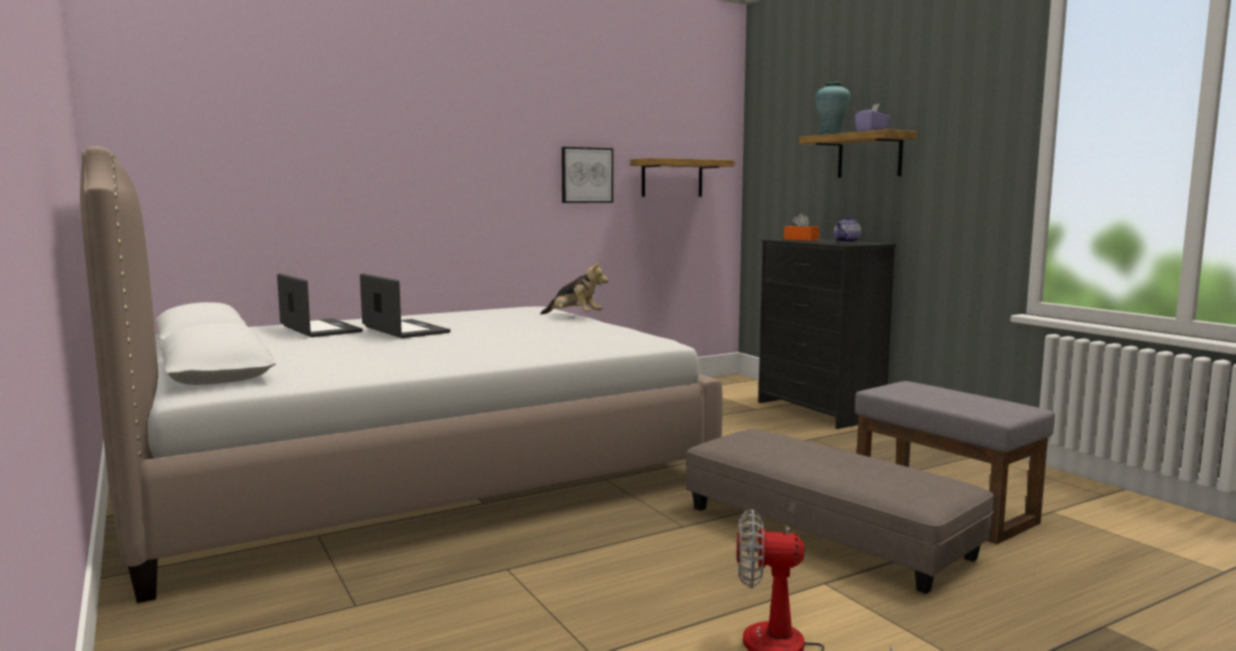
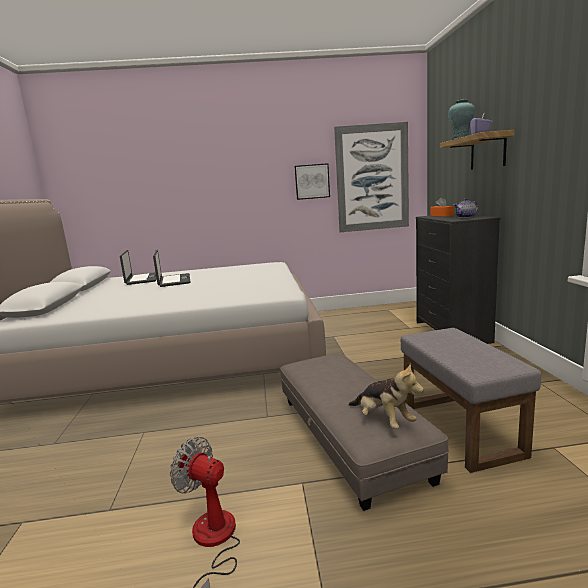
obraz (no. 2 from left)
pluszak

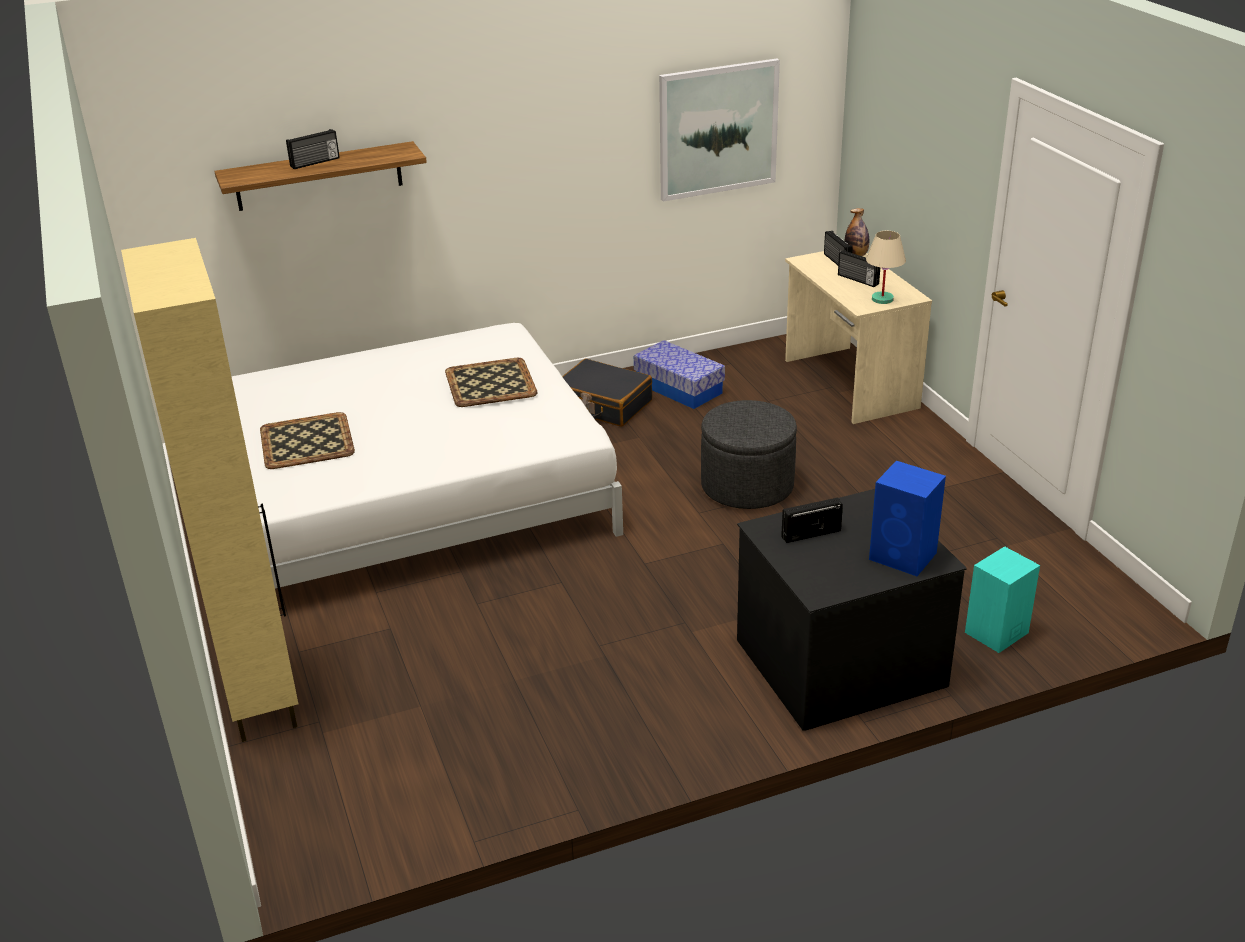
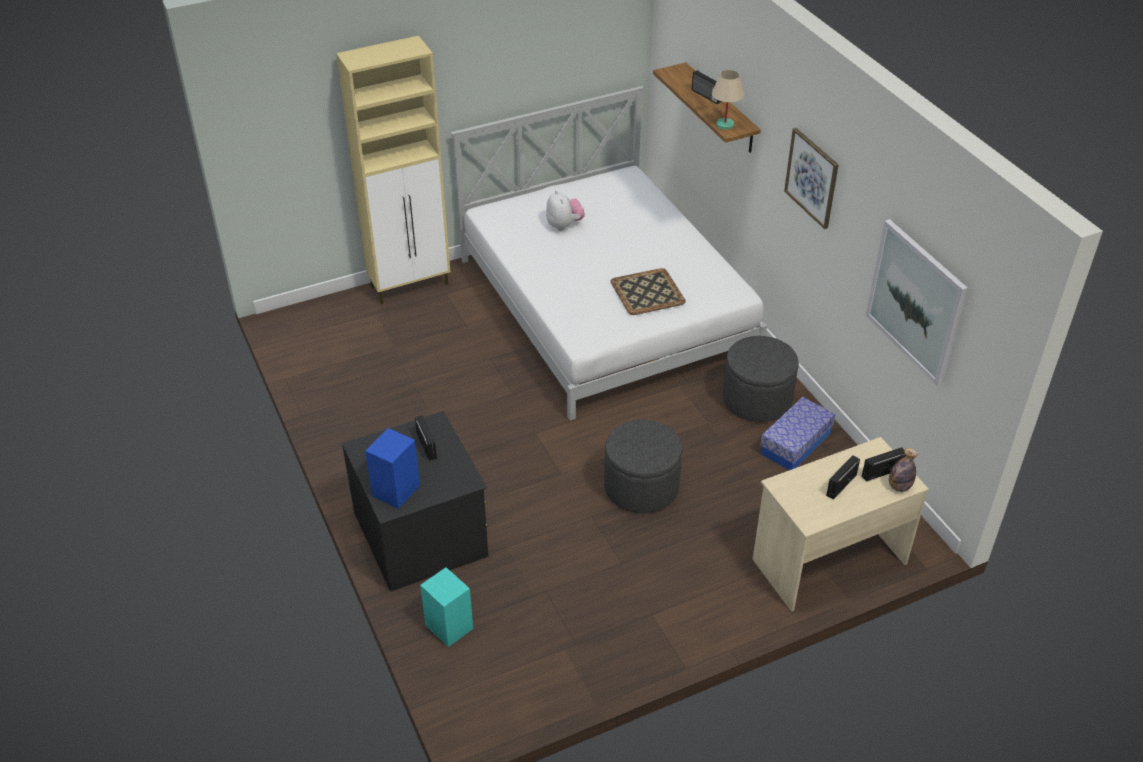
pluszak
lampa stołowa/beżowy
pufa/szary (no. 2 from left)
obraz (no. 1 from left)

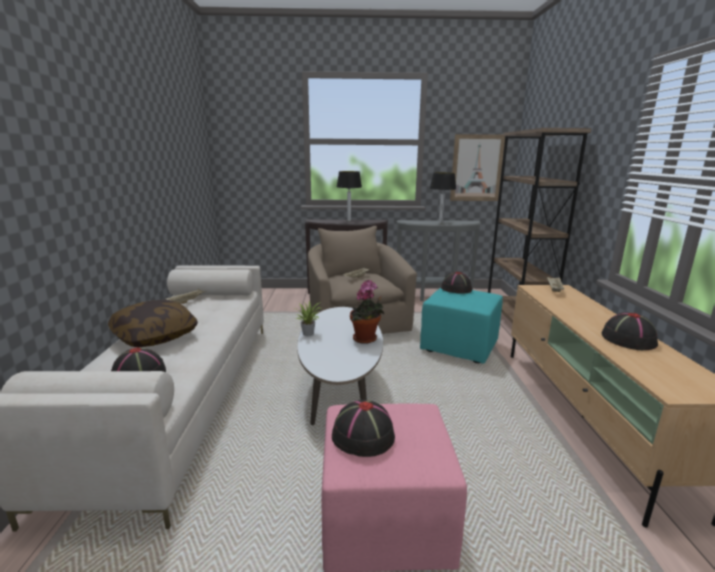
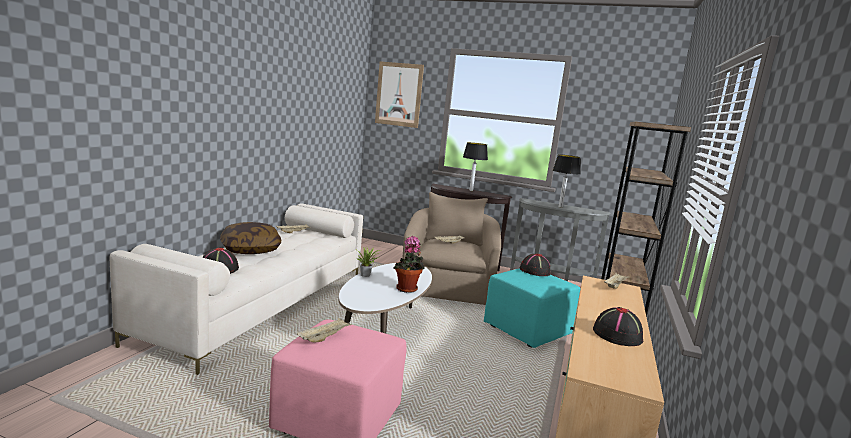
taca/beżowy (no. 2 from left)
obraz

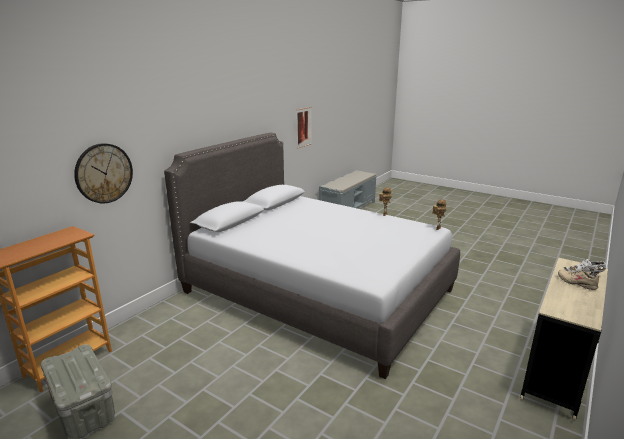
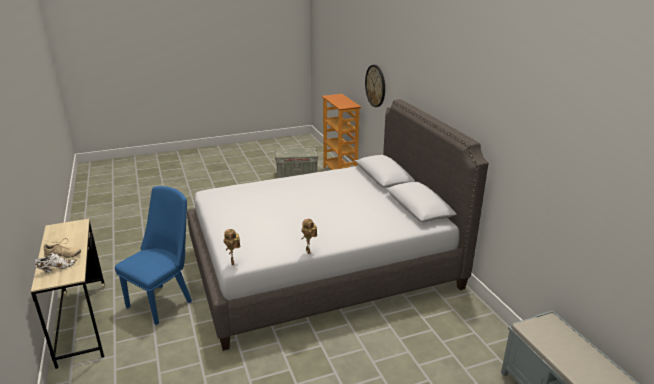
krzesło/niebieski
obraz

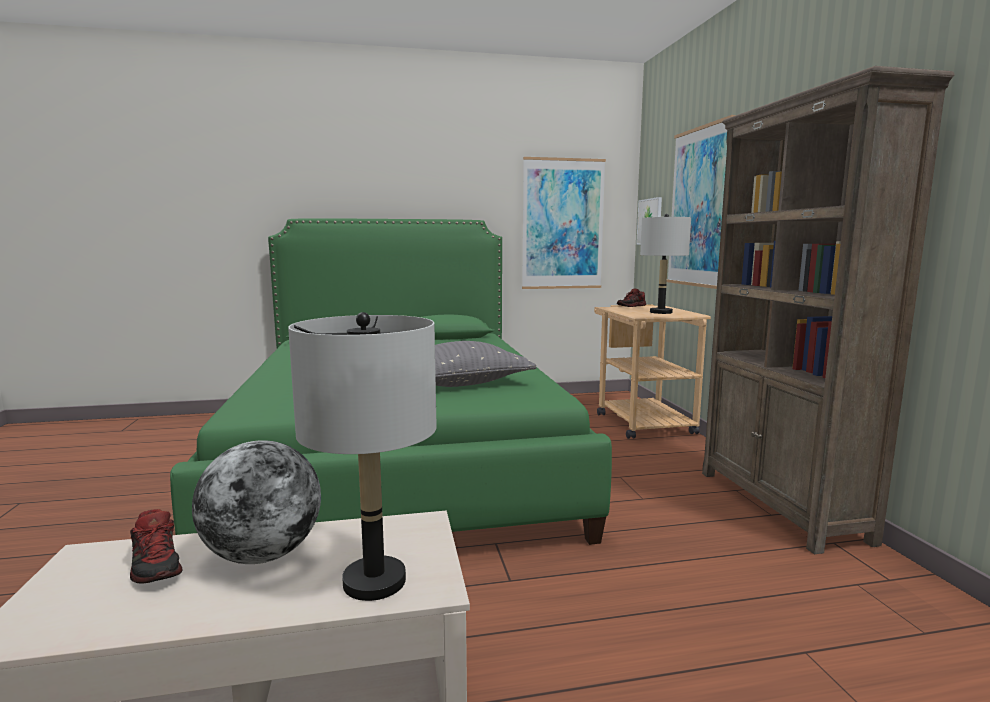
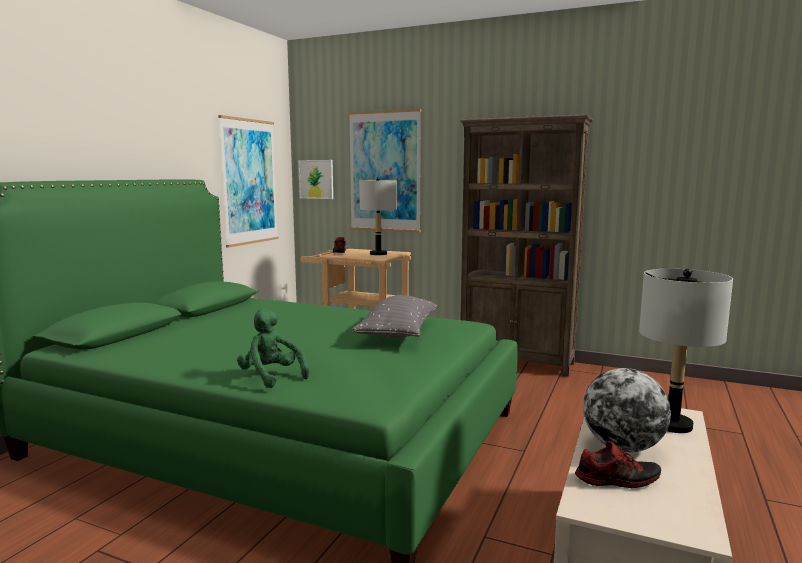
pluszak/zielony

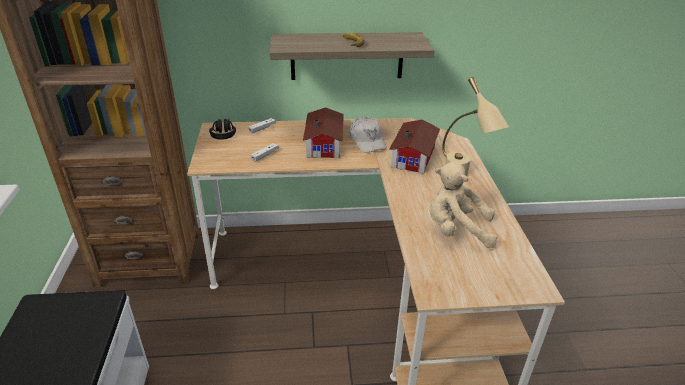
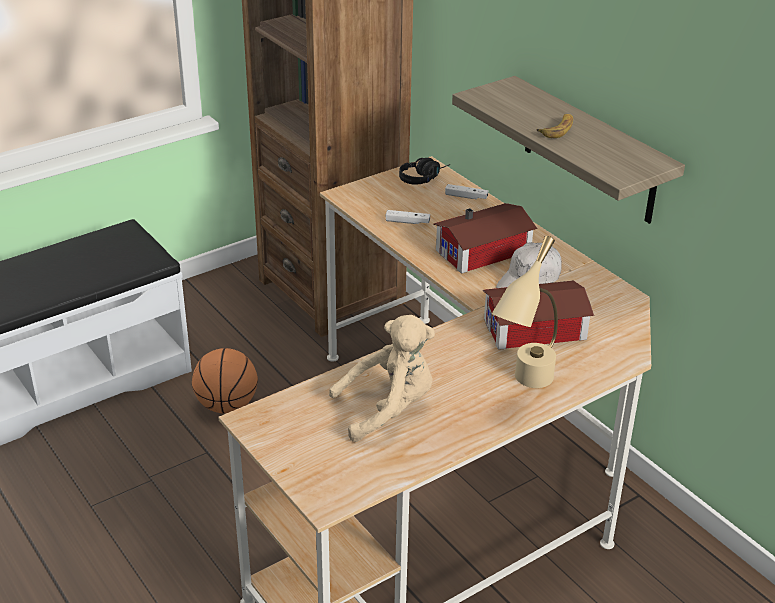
piłka do koszykówki
pluszak/beżowy

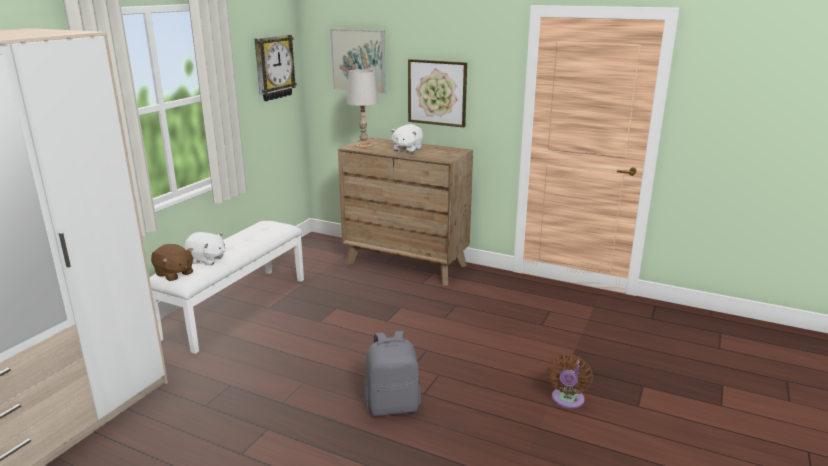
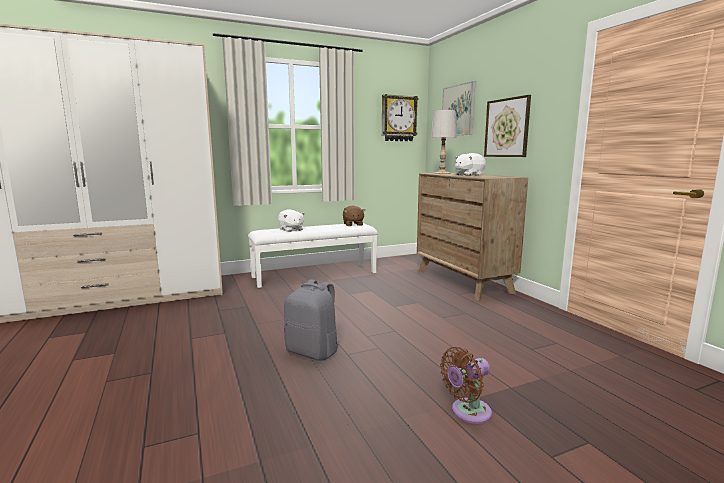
pluszak/brązowy

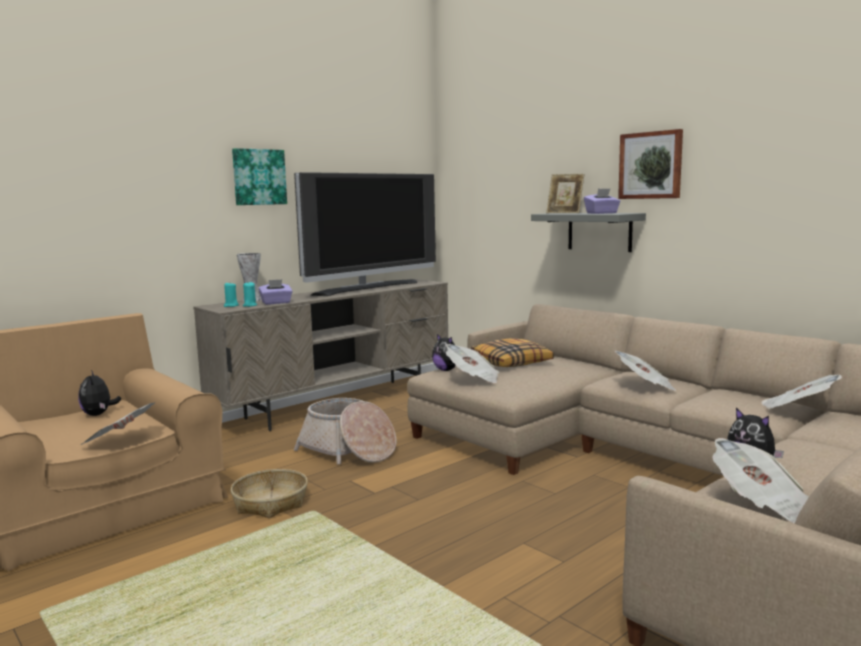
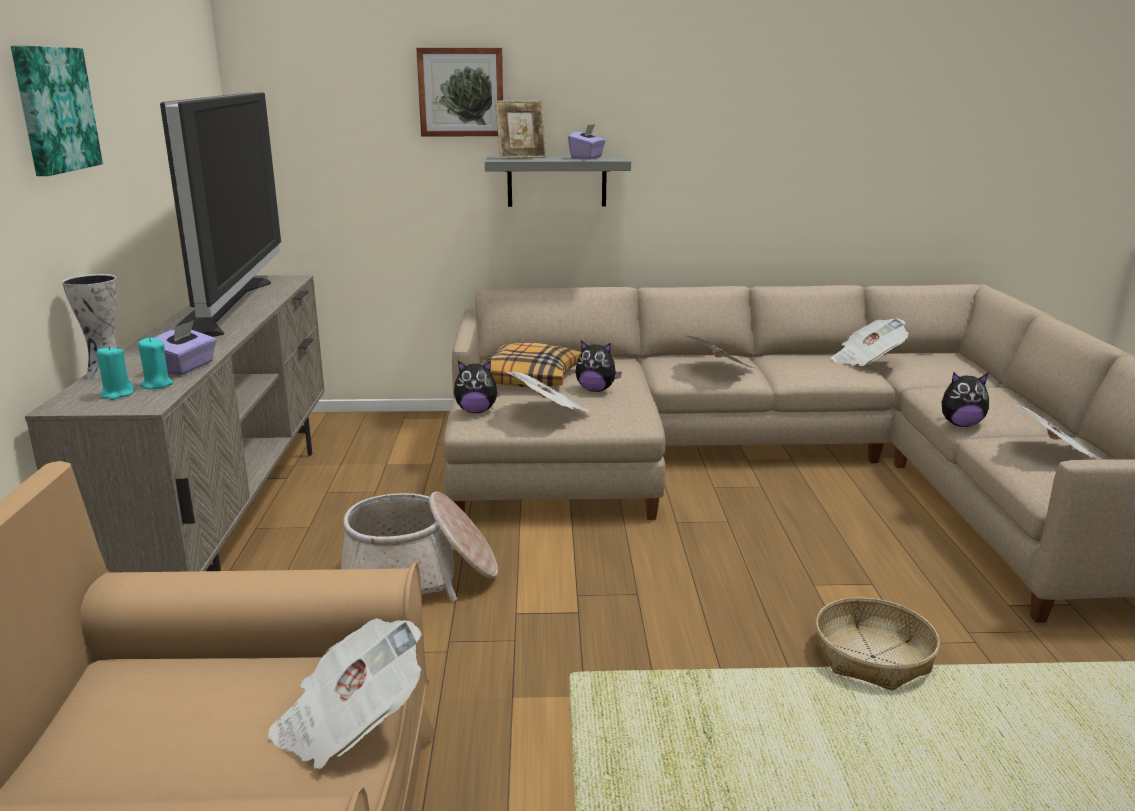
obraz (no. 2 from left)
pluszak (no. 2 from left)
koszyk (no. 2 from left)

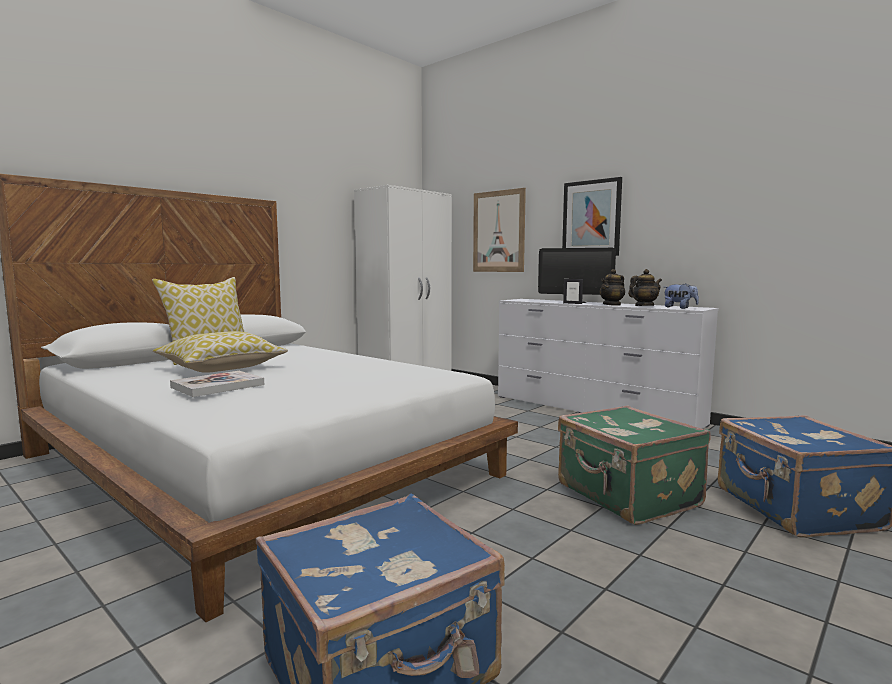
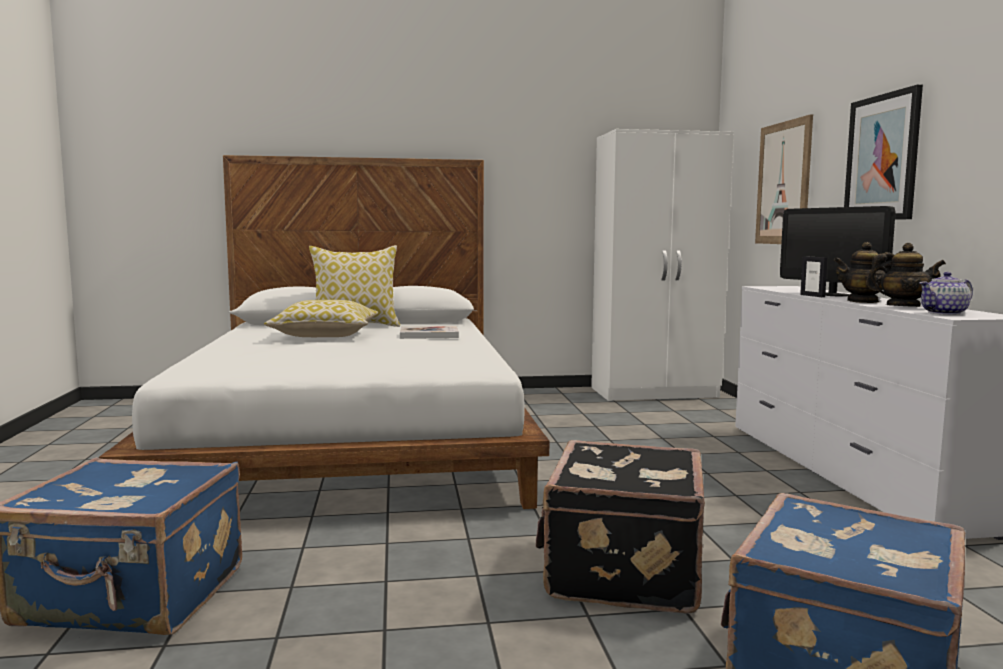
książka
walizka/czarny
imbryk (no. 3 from left)

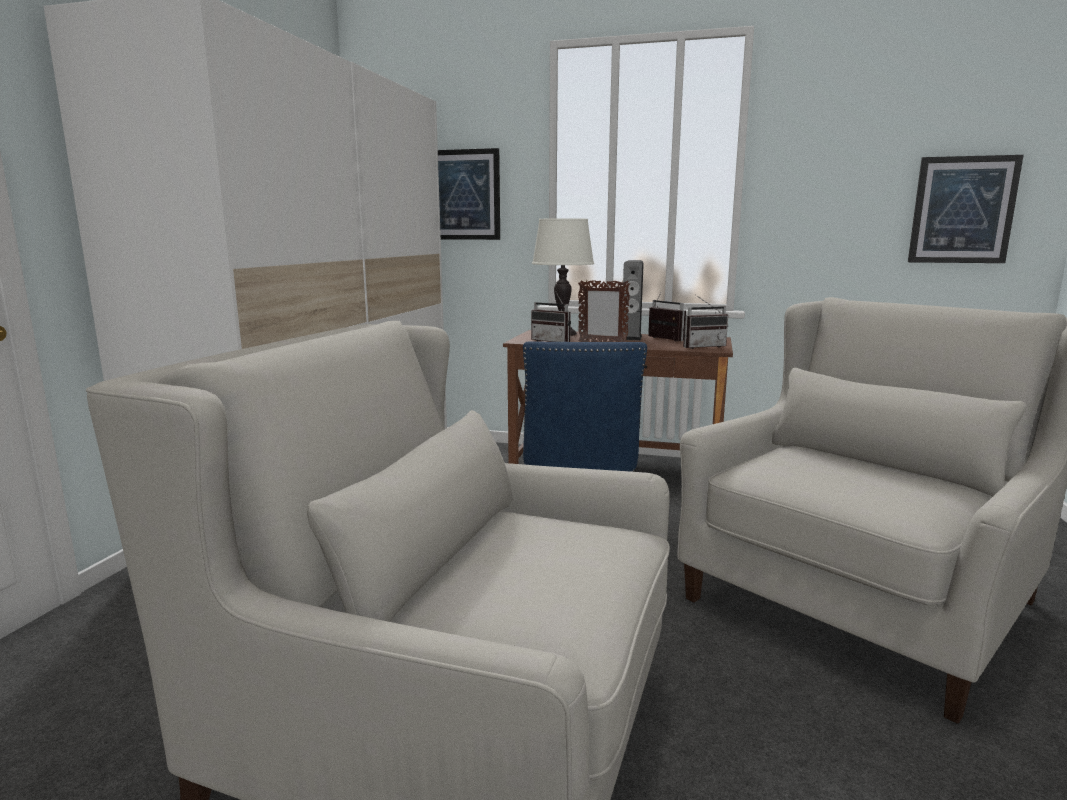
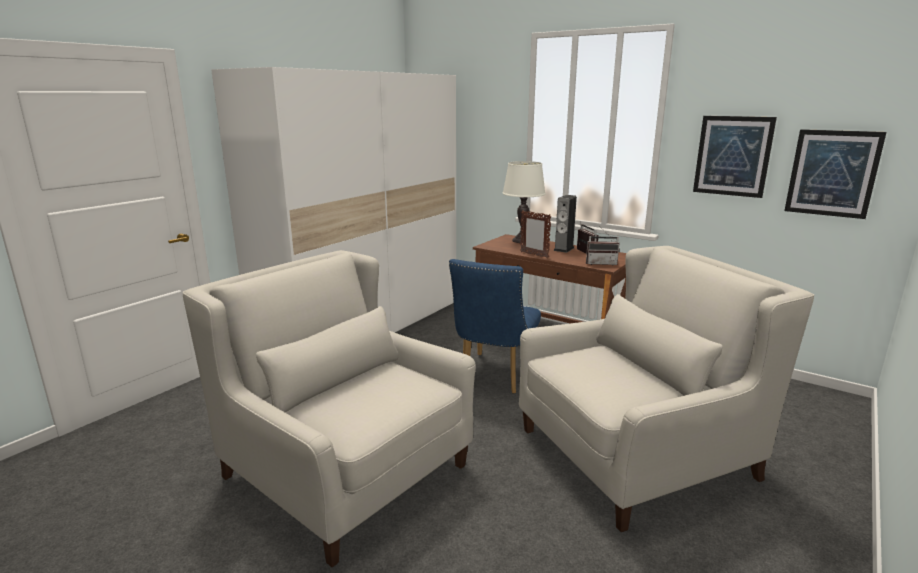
obraz (no. 1 from left)
radio (no. 1 from left in the first image)

